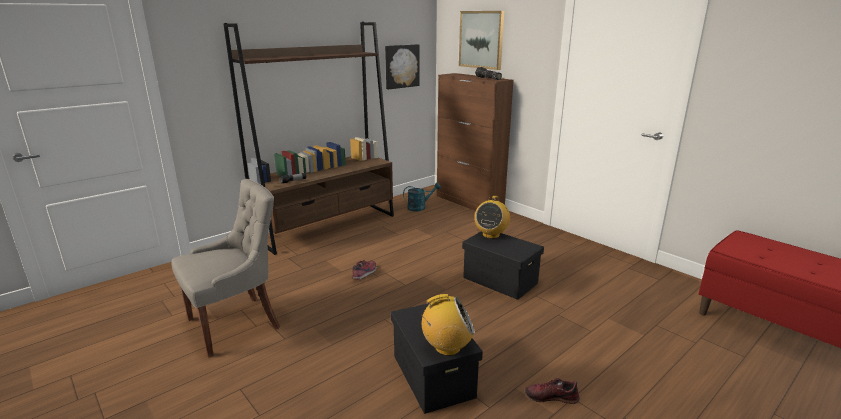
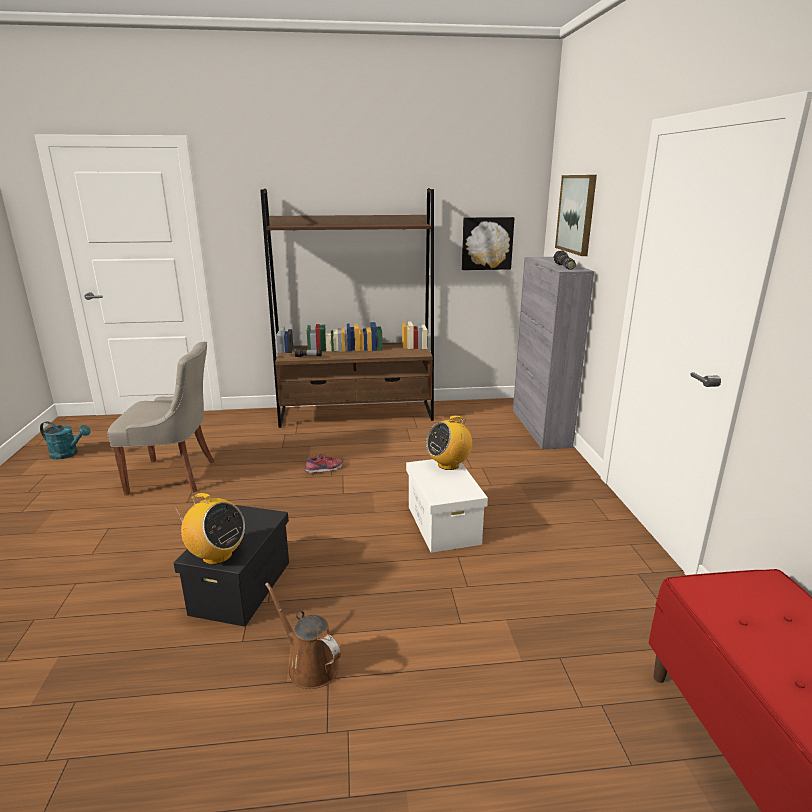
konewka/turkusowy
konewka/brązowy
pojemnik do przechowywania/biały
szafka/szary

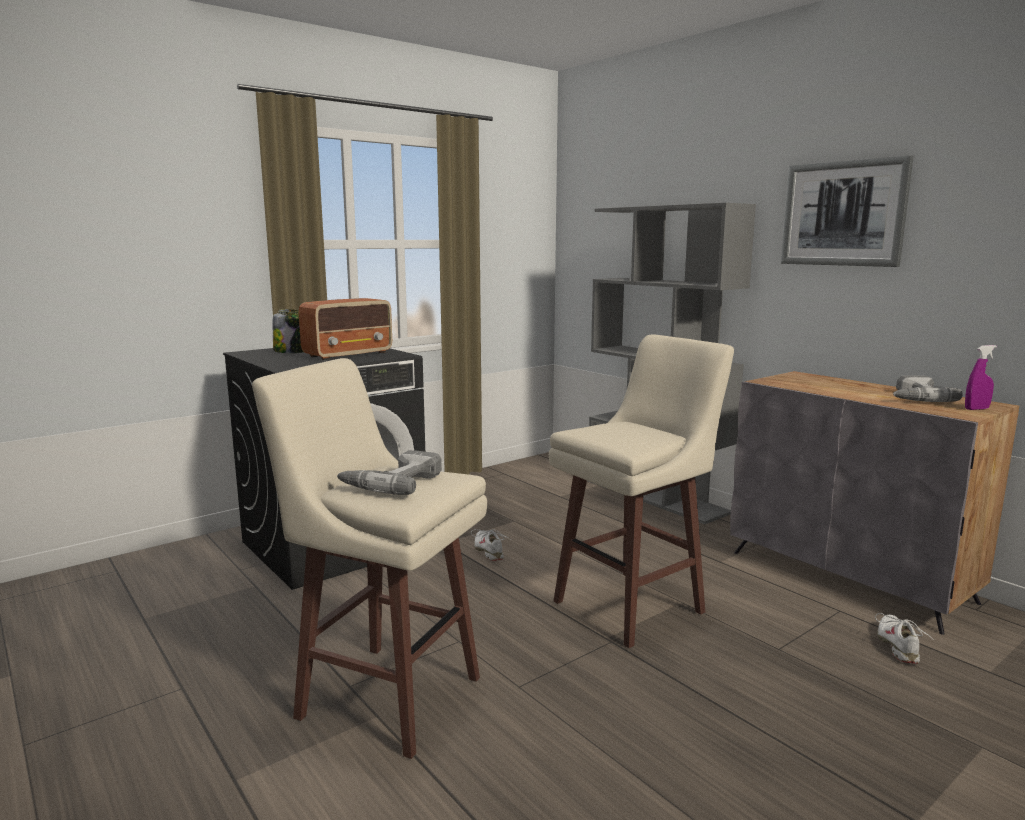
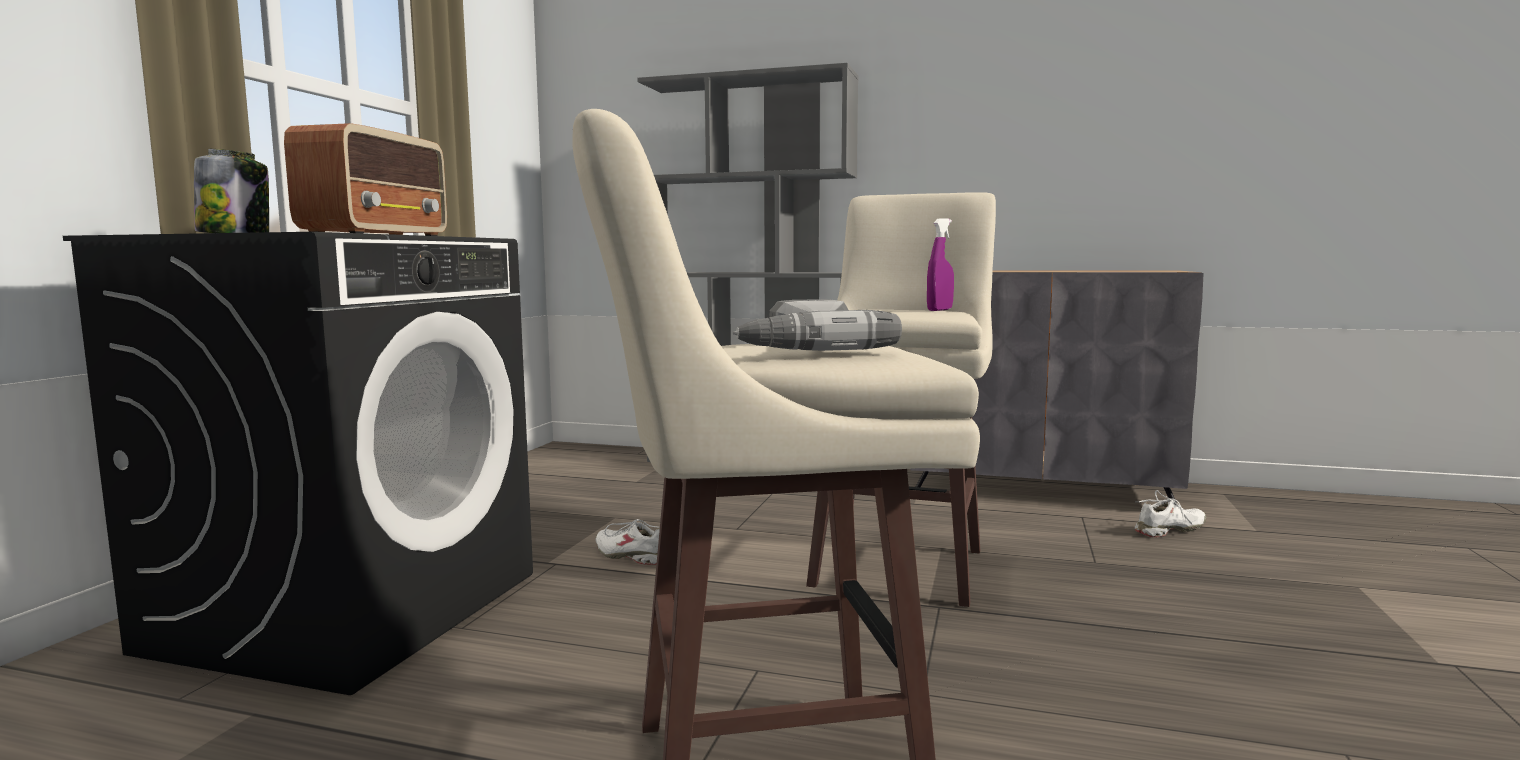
spryskiwacz/fioletowy
but/biały (no. 2 from left)
obraz
wiertarka (no. 2 from left in the first image)

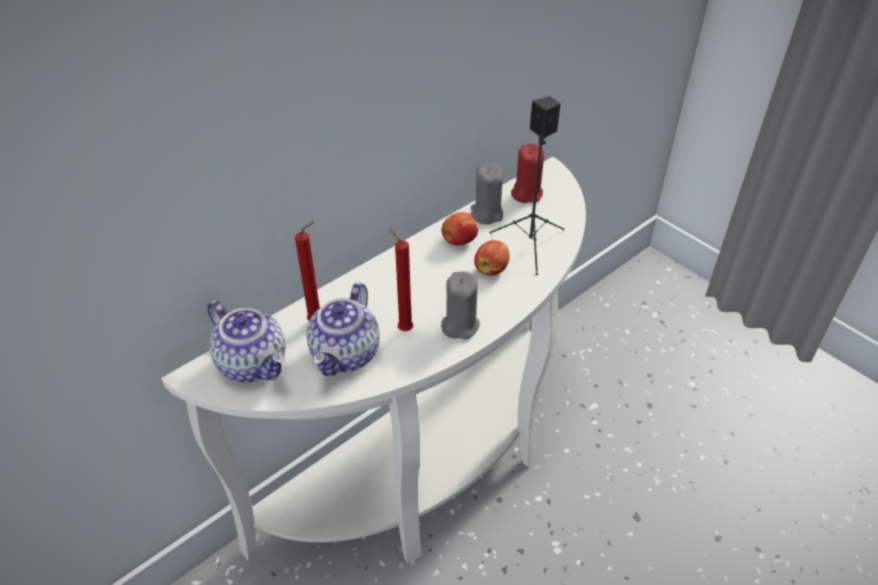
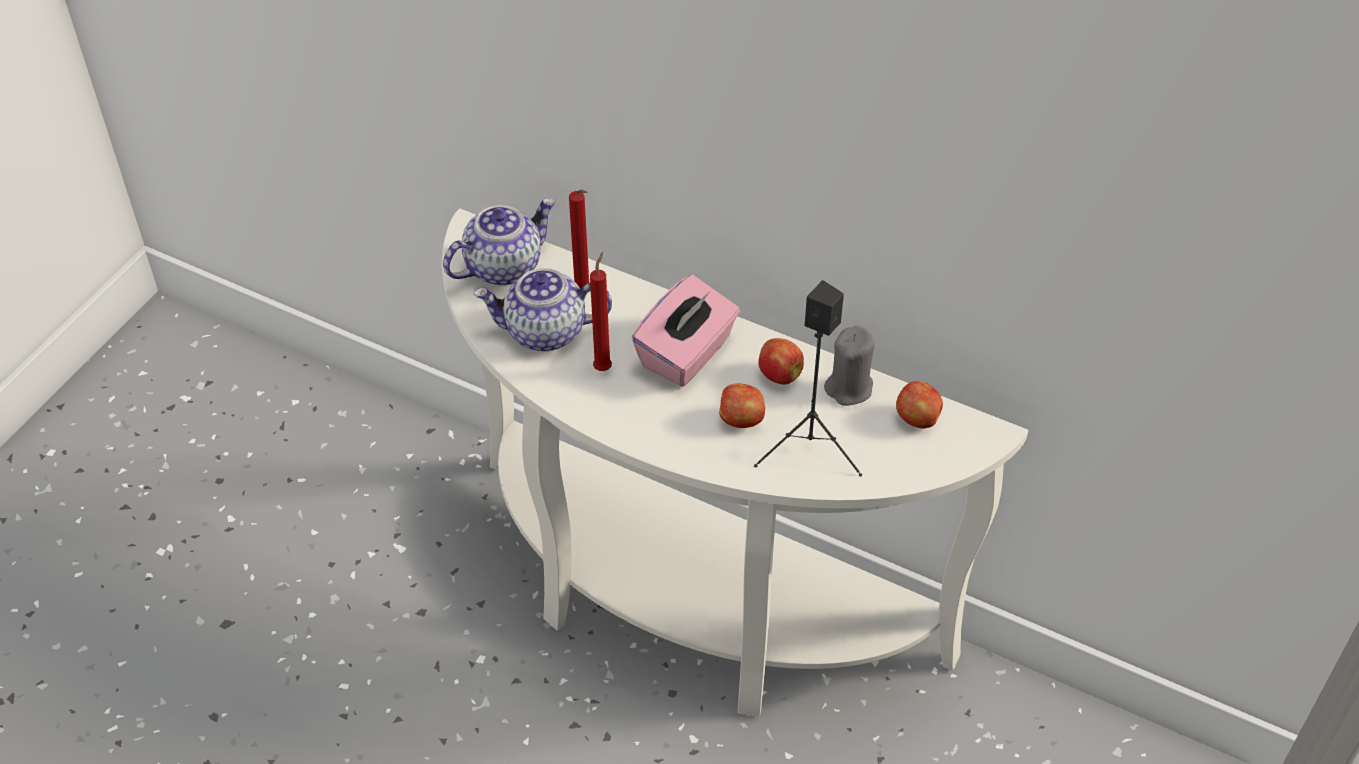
imbryk (no. 1 from left)
pudełko chusteczek/różowy
jabłko (no. 3 from left)
świeca/szary (no. 1 from left in the first image)

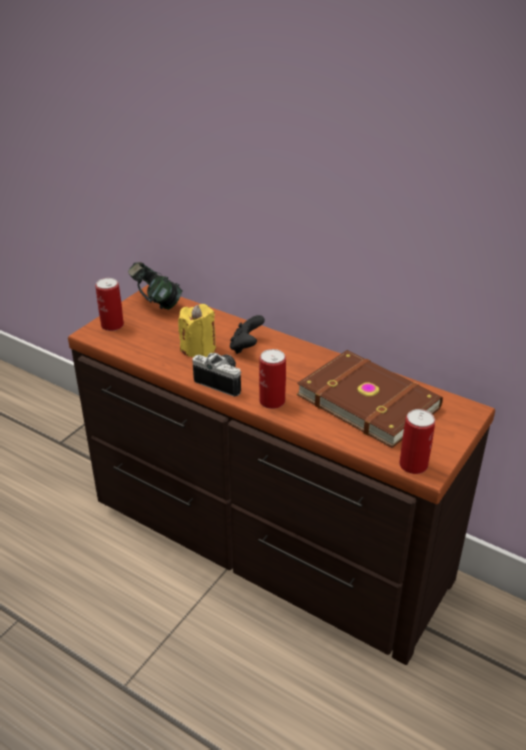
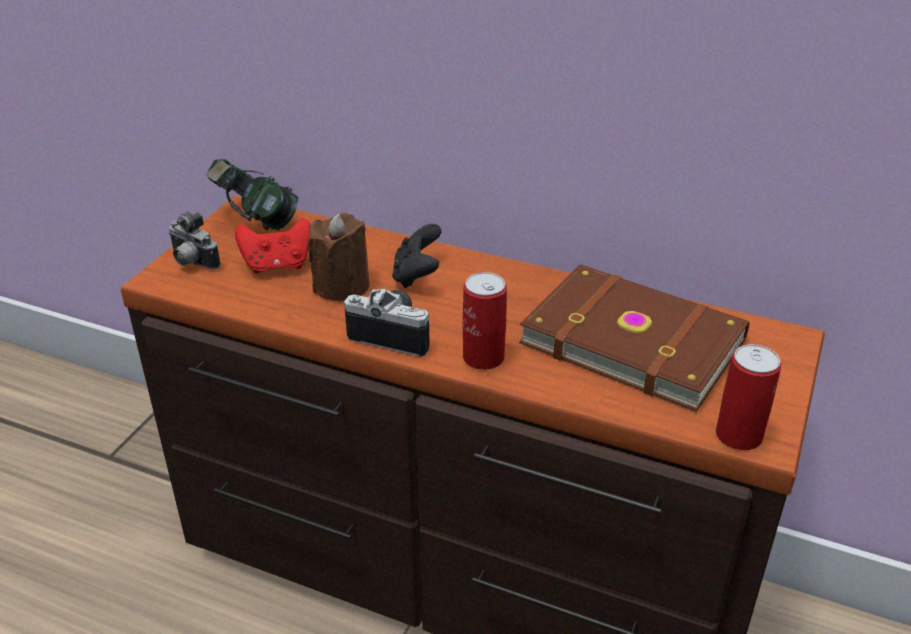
aparat fotograficzny (no. 1 from left)
pad do gier/czerwony
świeca/brązowy

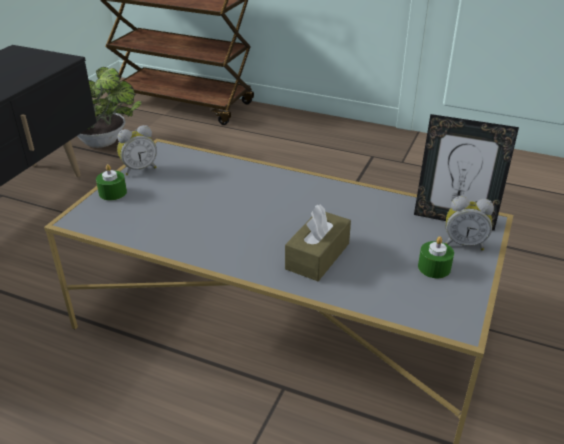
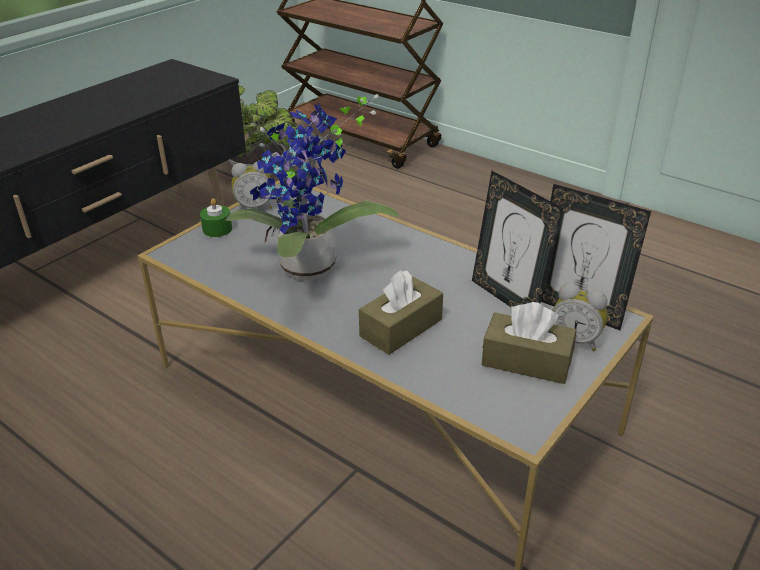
roślina doniczkowa (no. 2 from left)
ramka na zdjęcie (no. 1 from left)
pudełko chusteczek/brązowy (no. 2 from left)

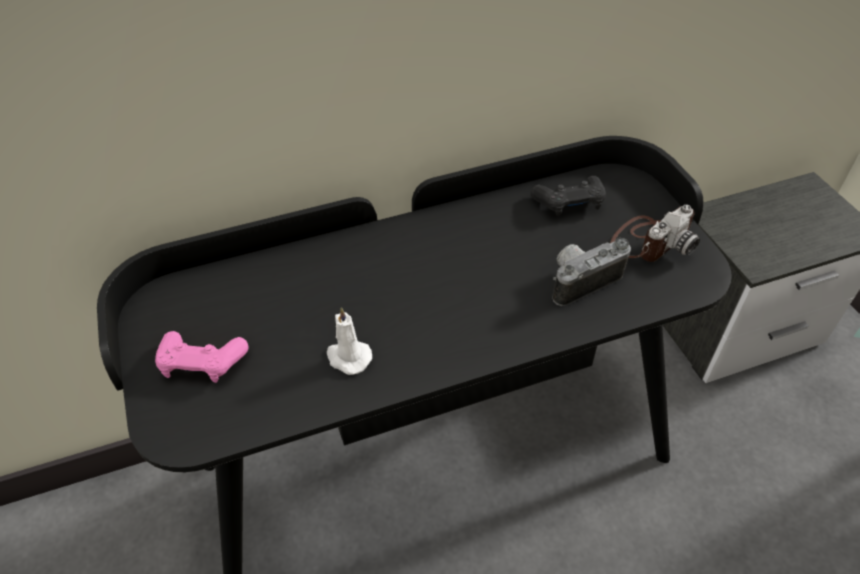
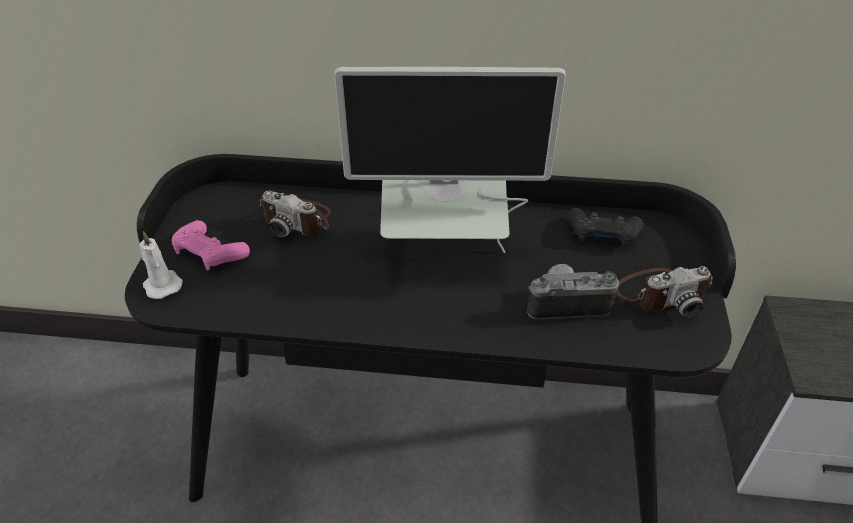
świeca/biały
aparat fotograficzny (no. 1 from left)
monitor

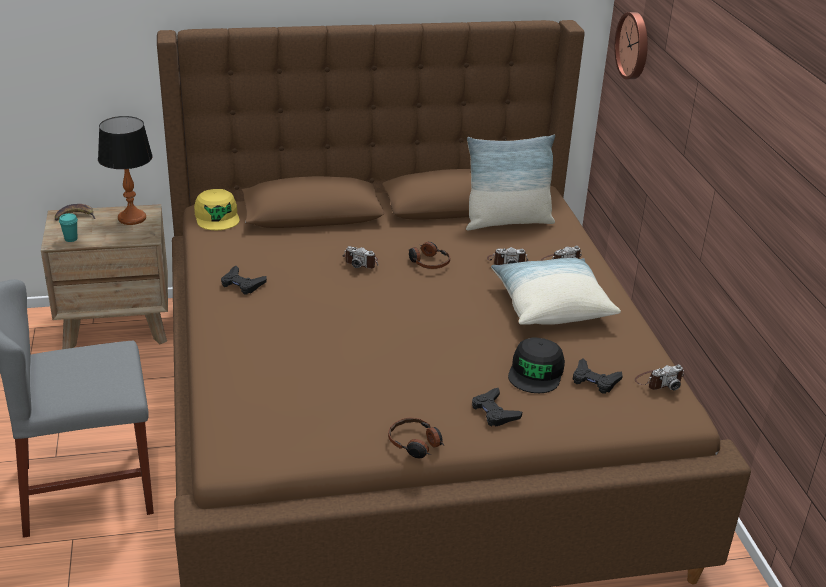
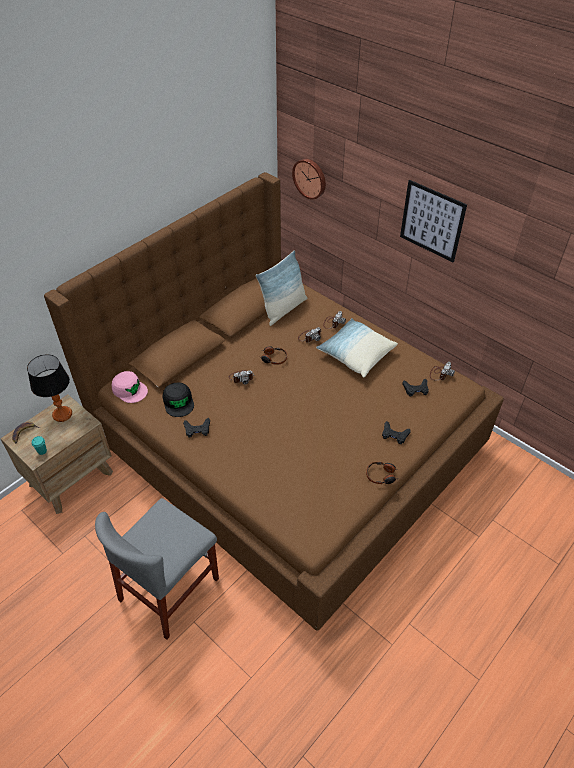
czapka z daszkiem/różowy
czapka z daszkiem/czarny
obraz

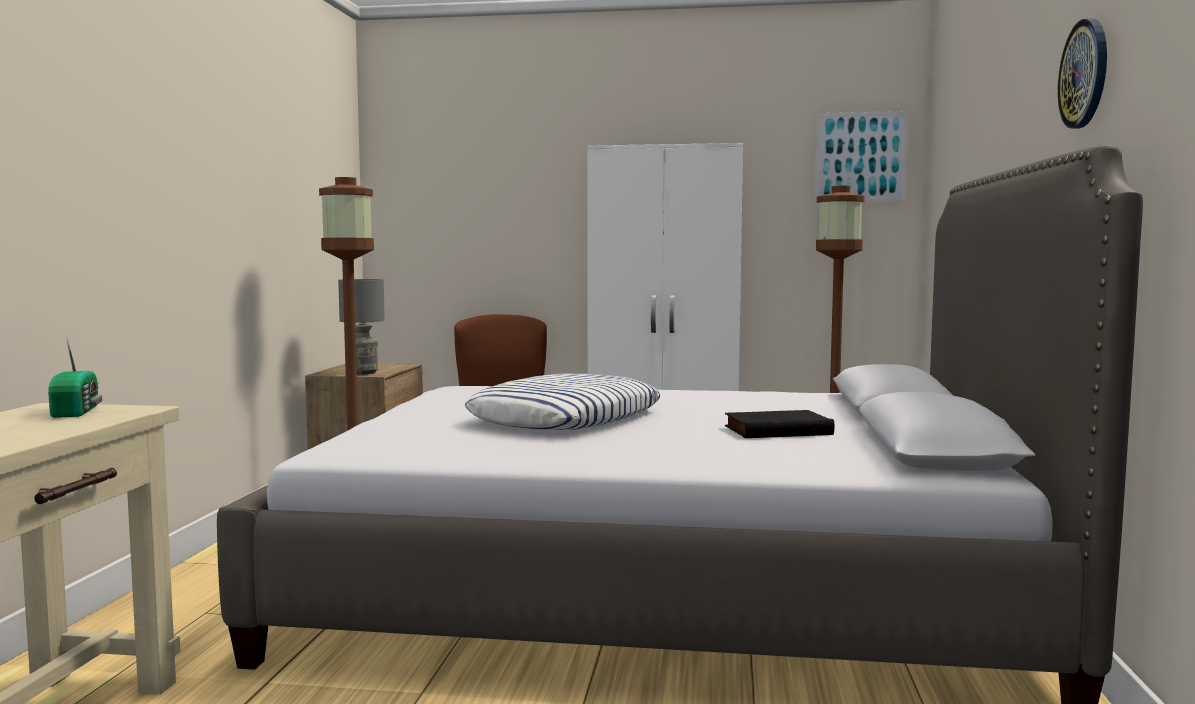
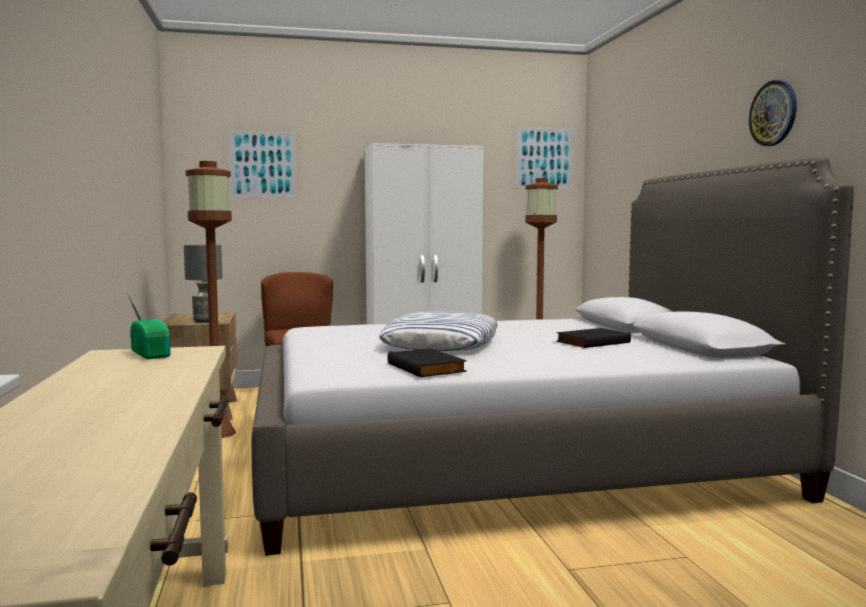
obraz (no. 1 from left)
książka/czarny (no. 1 from left)

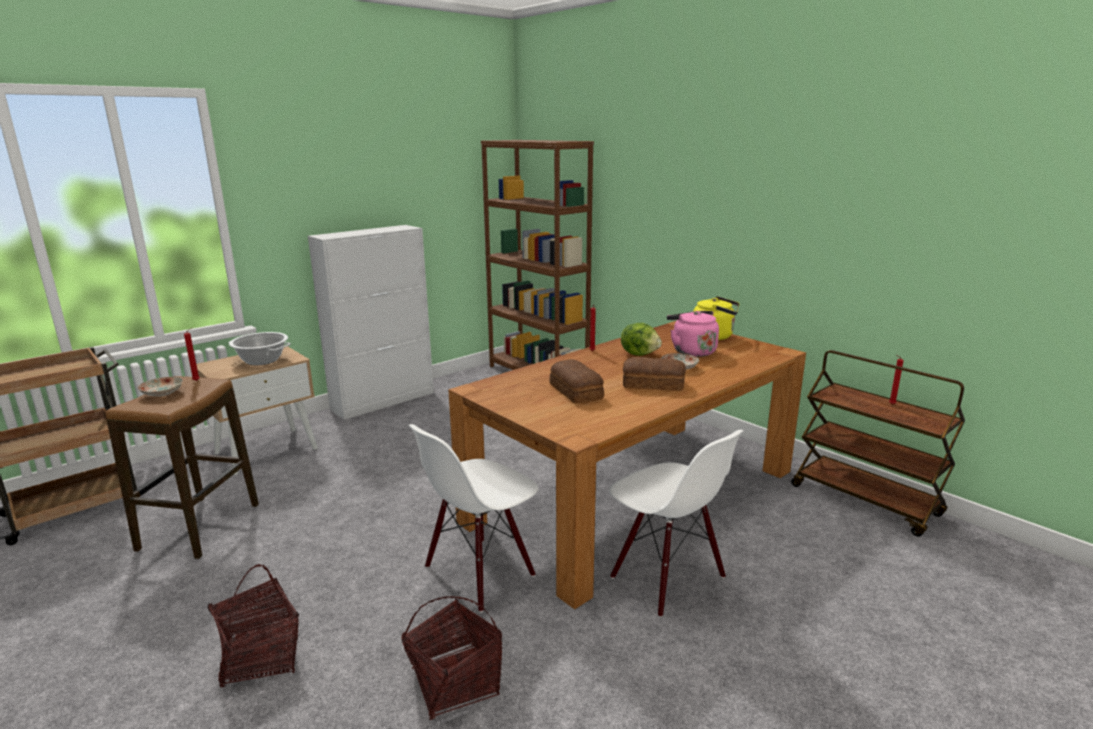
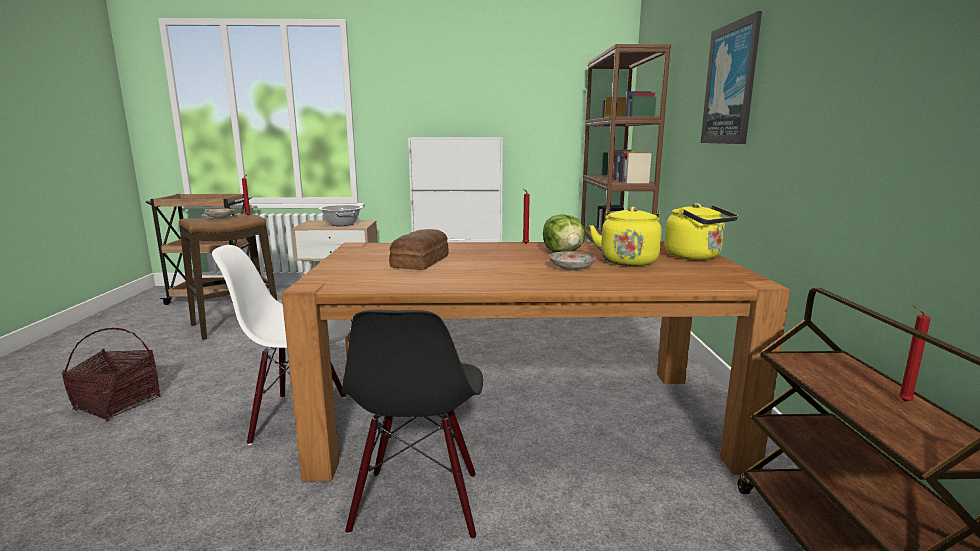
krzesło/czarny
czajnik/żółty (no. 1 from left)
obraz
koszyk (no. 2 from left in the first image)
chleb (no. 2 from left in the first image)

